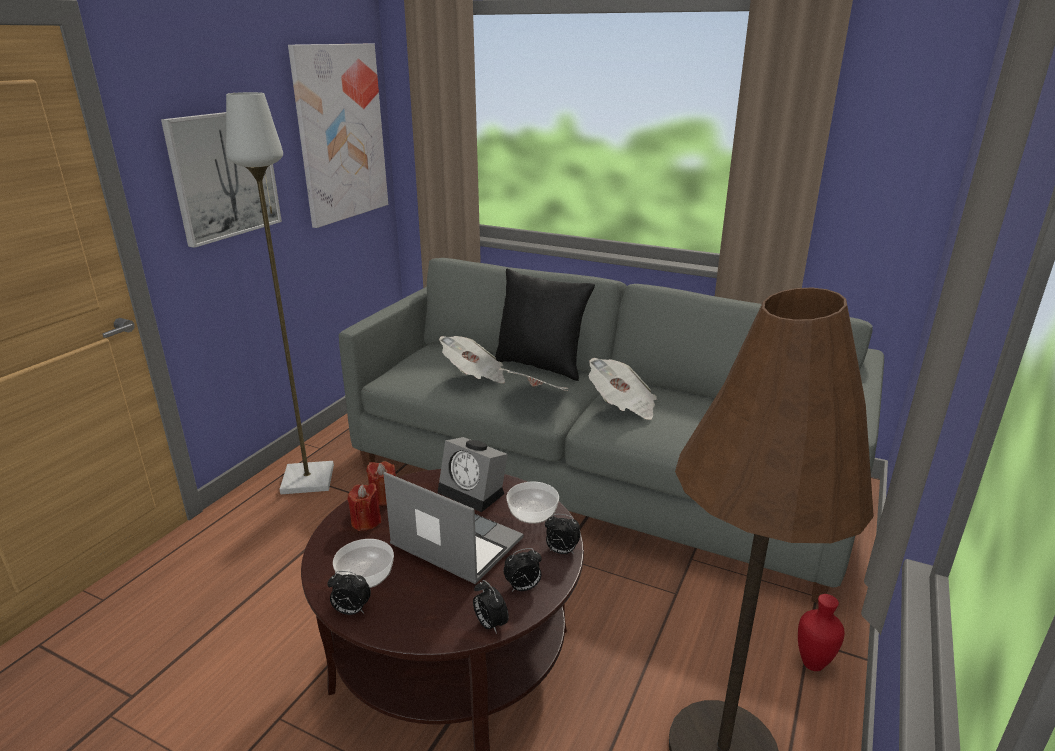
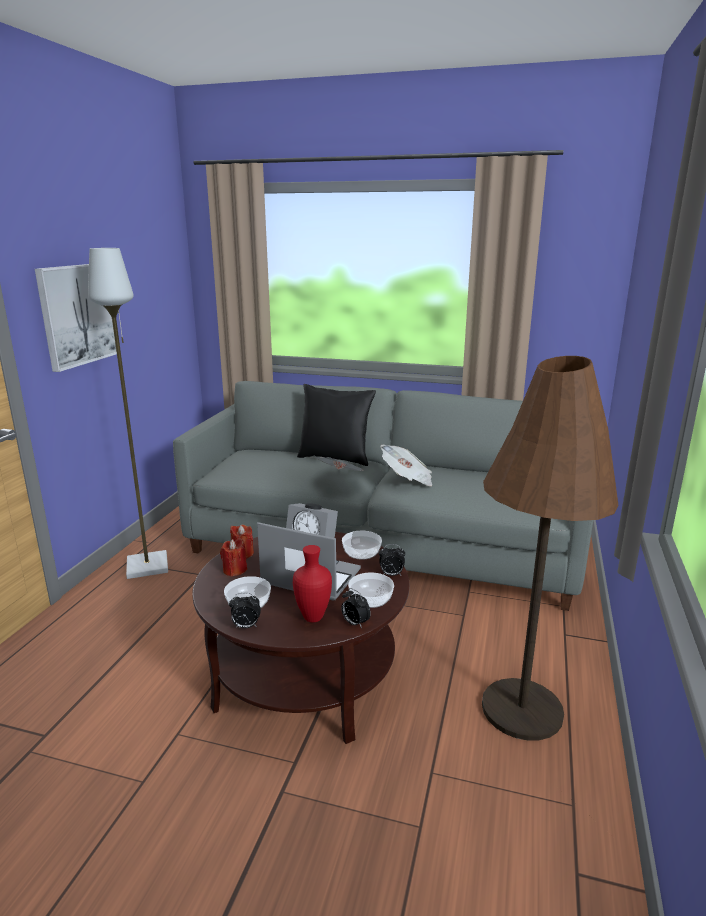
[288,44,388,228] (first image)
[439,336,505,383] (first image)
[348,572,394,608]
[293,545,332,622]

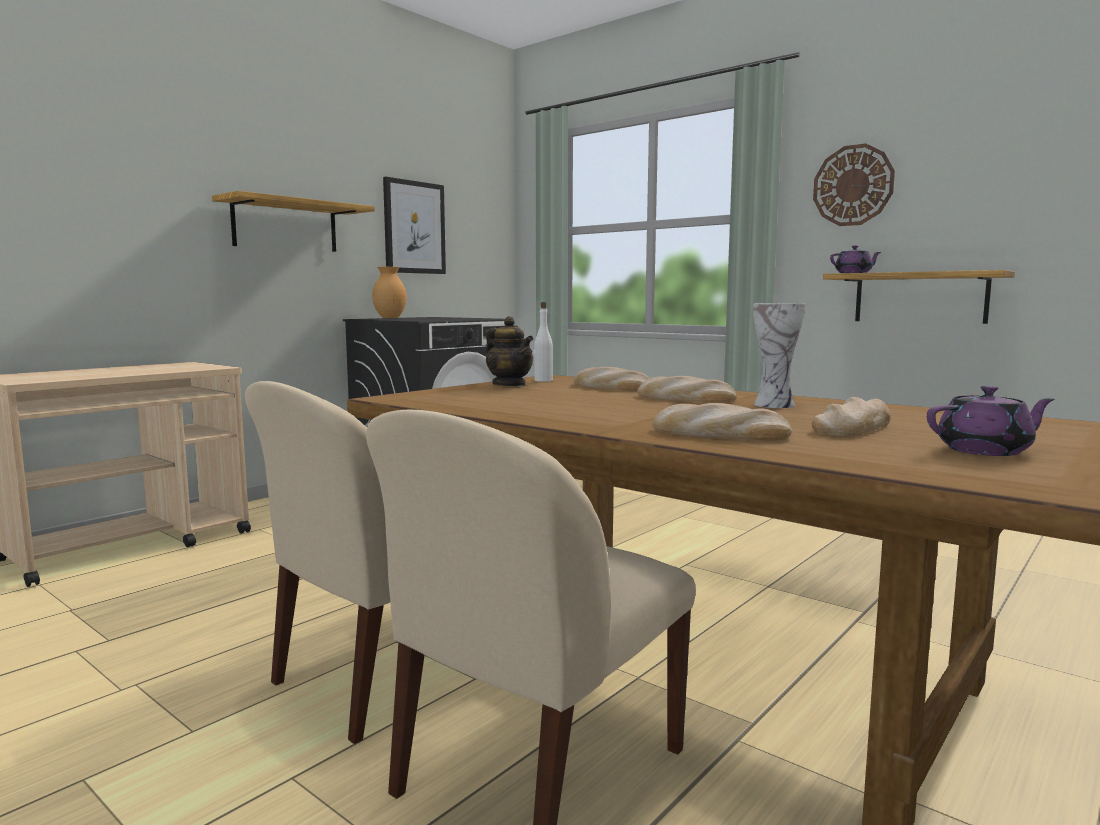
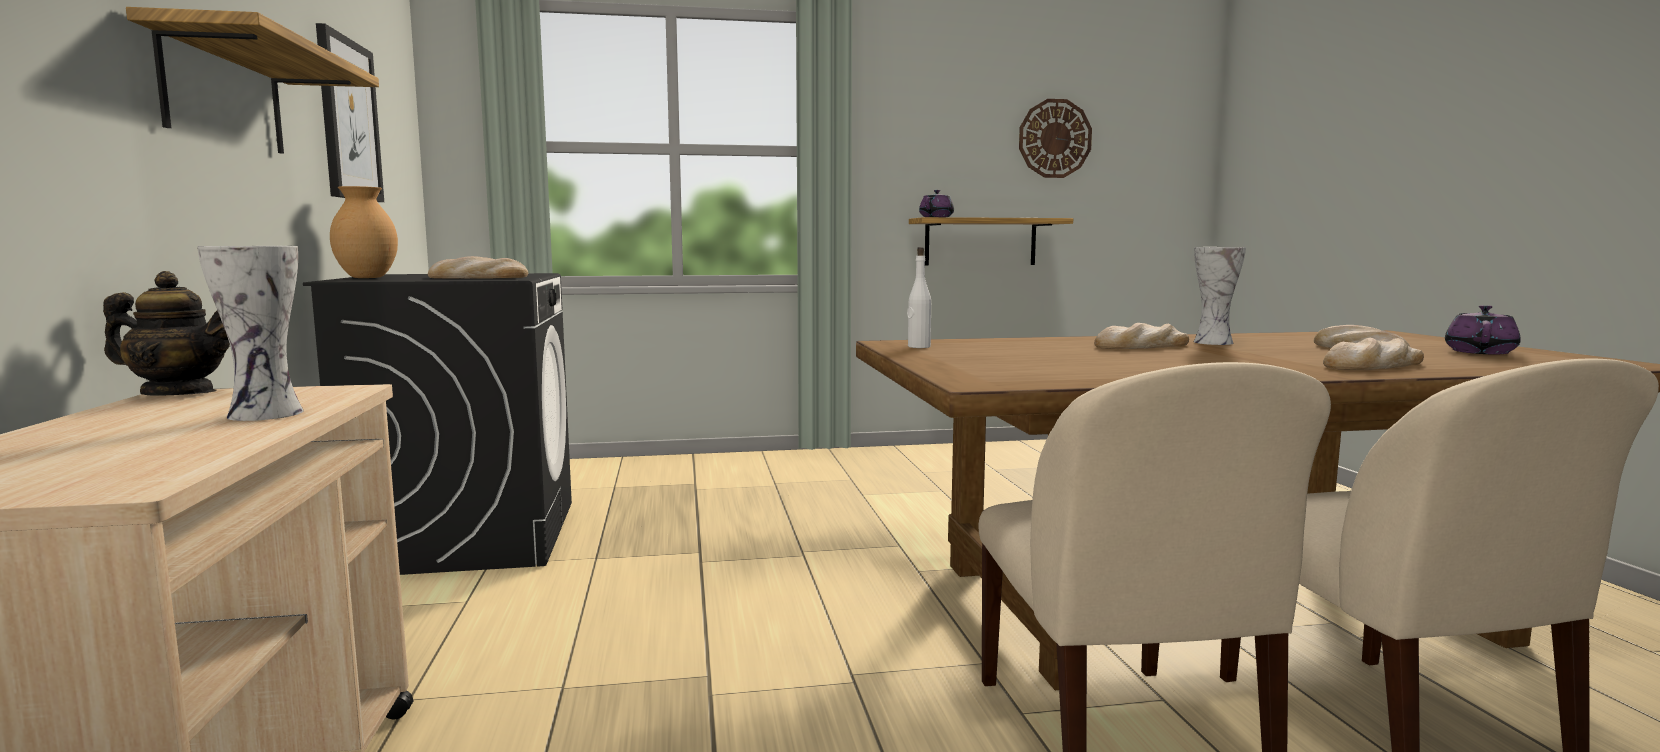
[103,271,230,396]
[428,256,528,279]
[1019,99,1092,178]
[197,246,303,421]

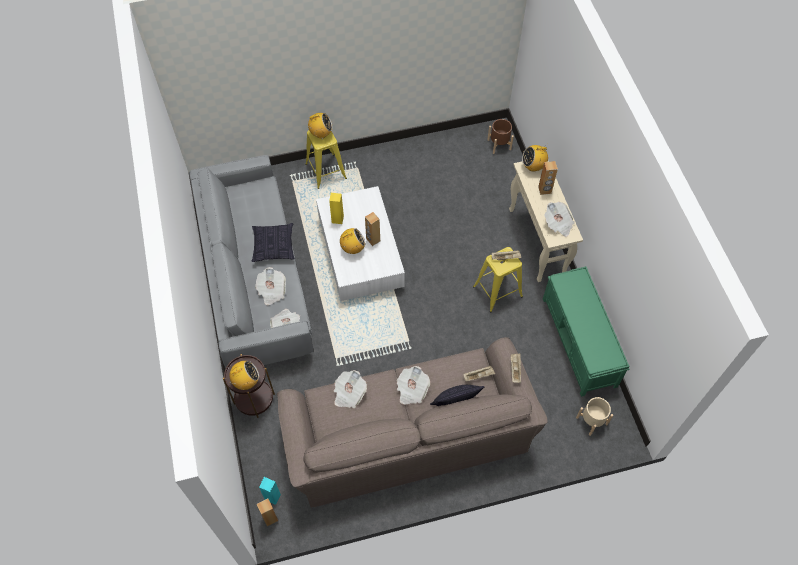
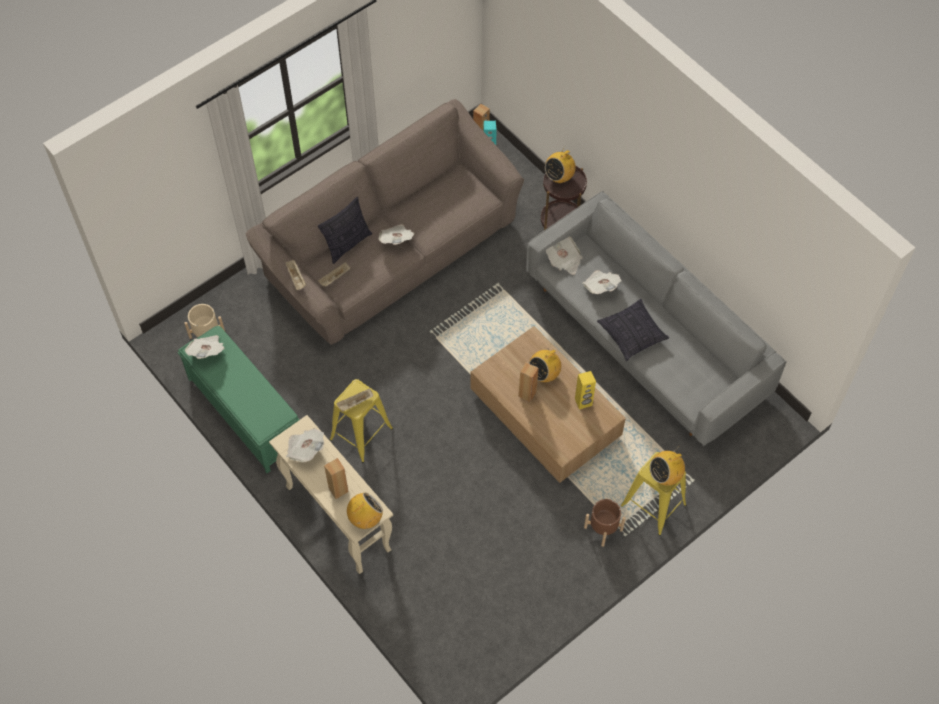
[471,326,626,483]
[185,335,225,359]
[584,498,626,547]

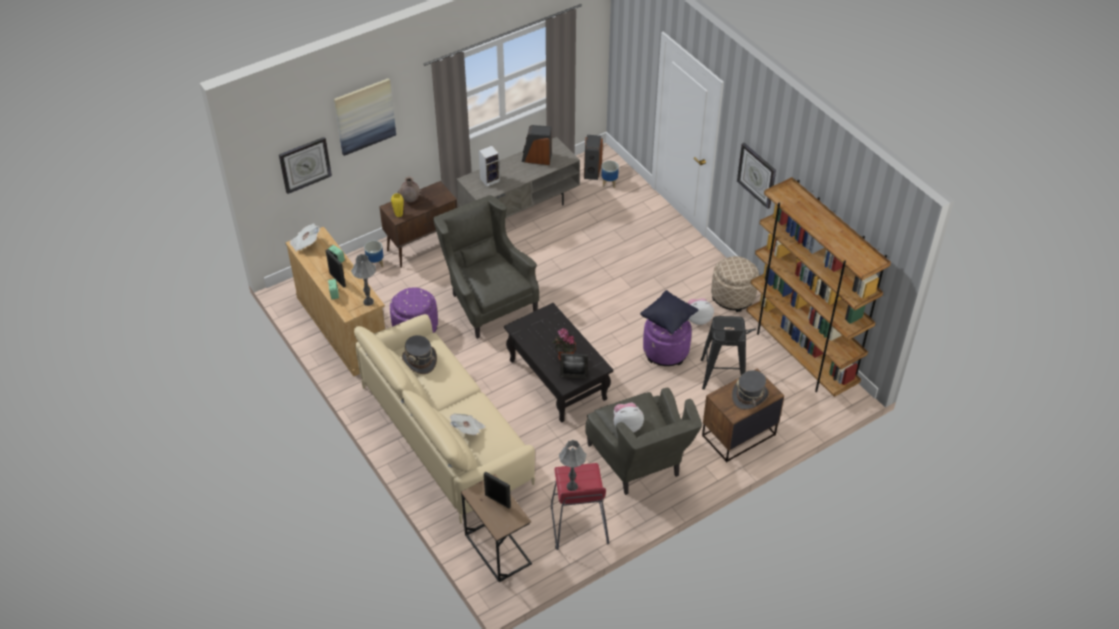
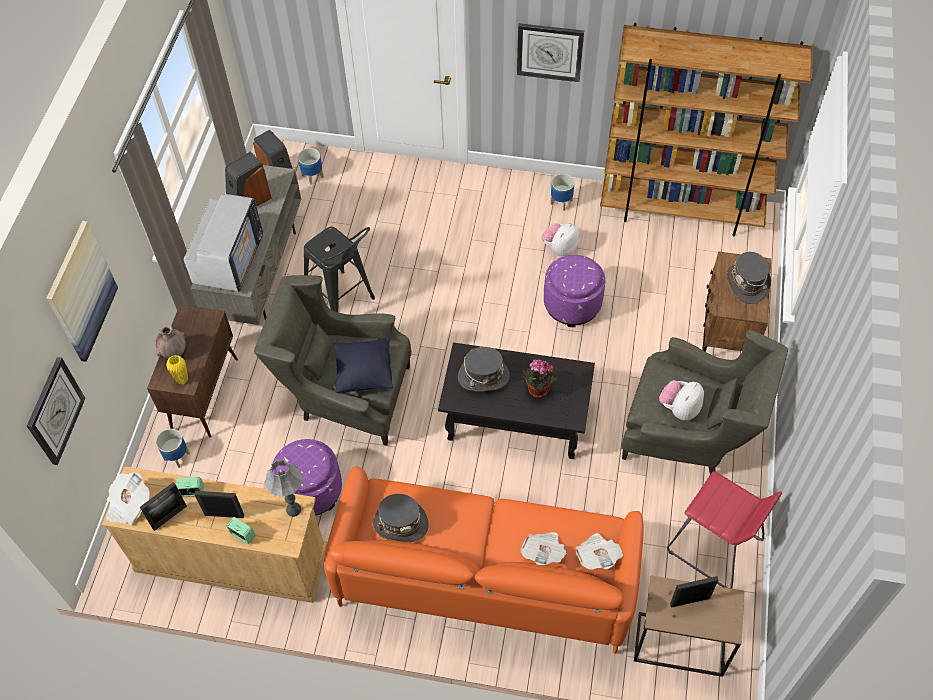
[324,466,644,654]
[184,194,264,292]
[559,440,586,491] (first image)
[140,482,187,531]
[333,338,393,393]
[304,226,375,312]
[550,174,574,211]
[458,347,510,391]
[575,533,623,570]

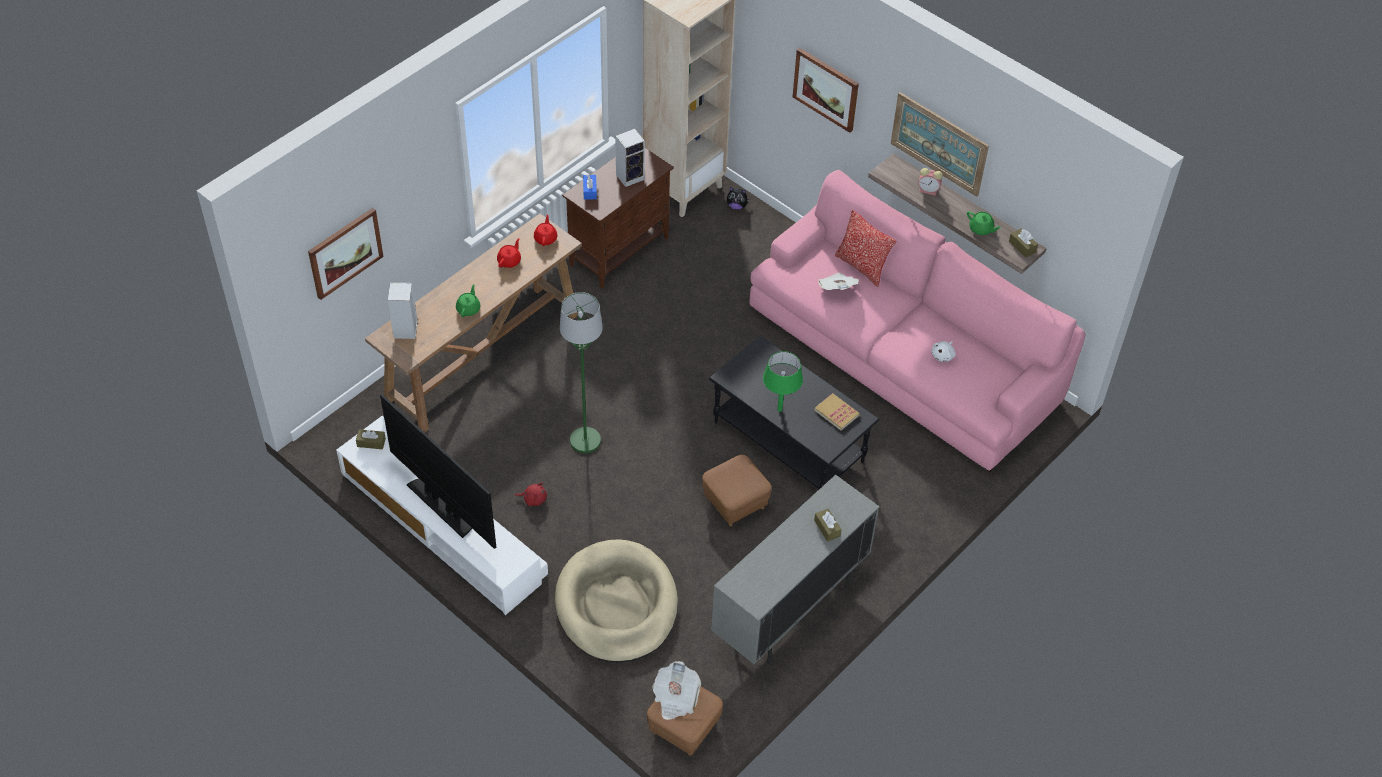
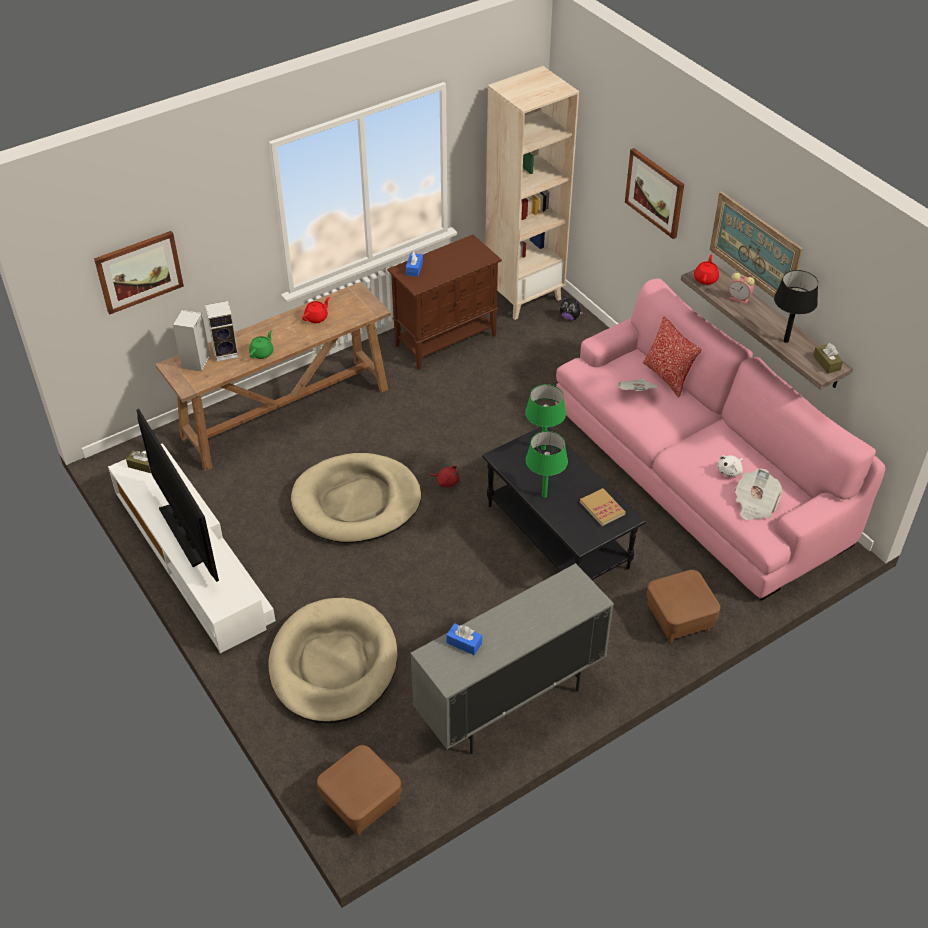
[429,466,459,487]
[694,255,719,285]
[291,453,421,543]
[205,301,239,362]
[735,469,783,520]
[647,570,720,643]
[814,509,842,542] (first image)
[774,270,818,343]
[446,623,482,655]
[525,384,566,450]

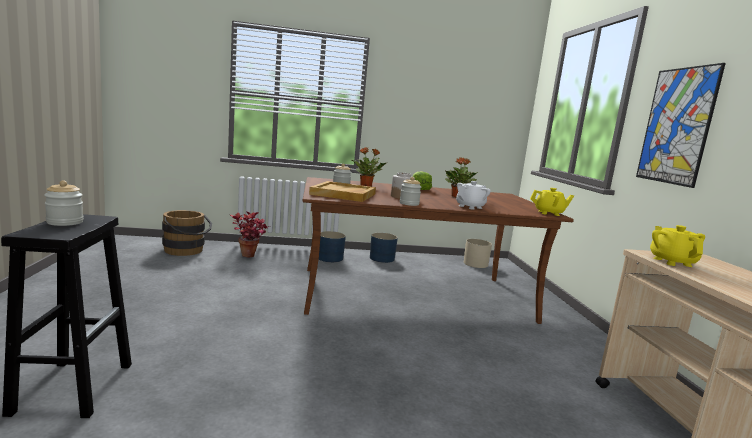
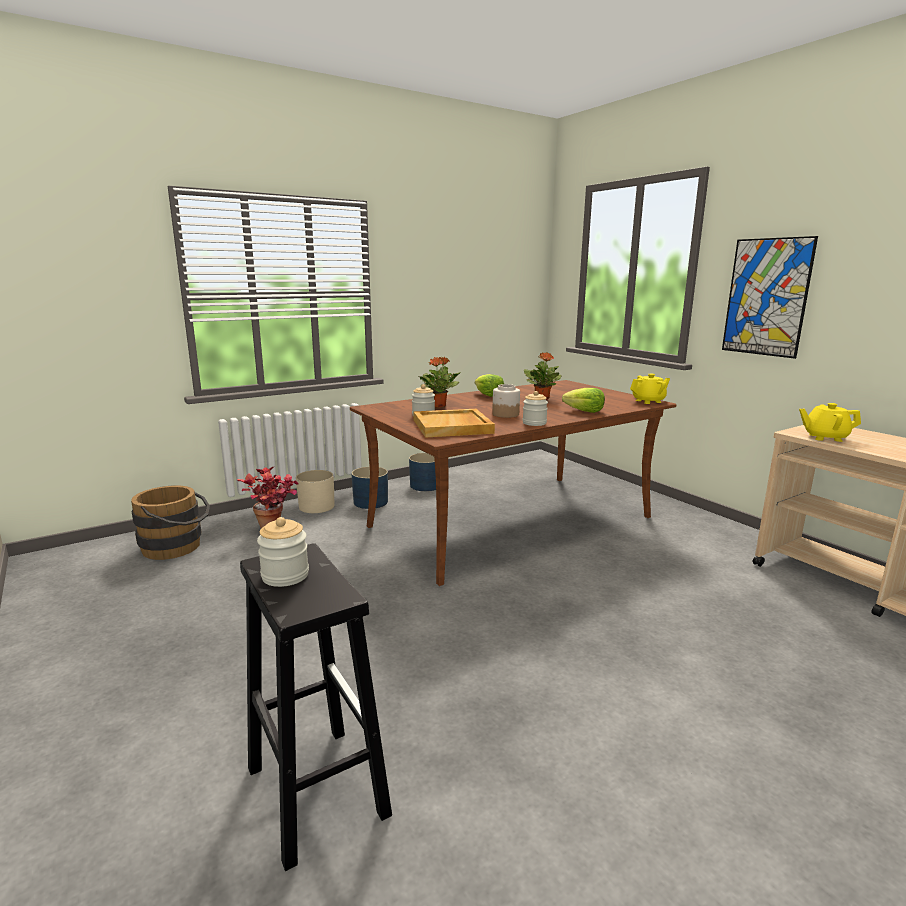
[562,388,605,413]
[296,470,335,513]
[799,403,861,442]

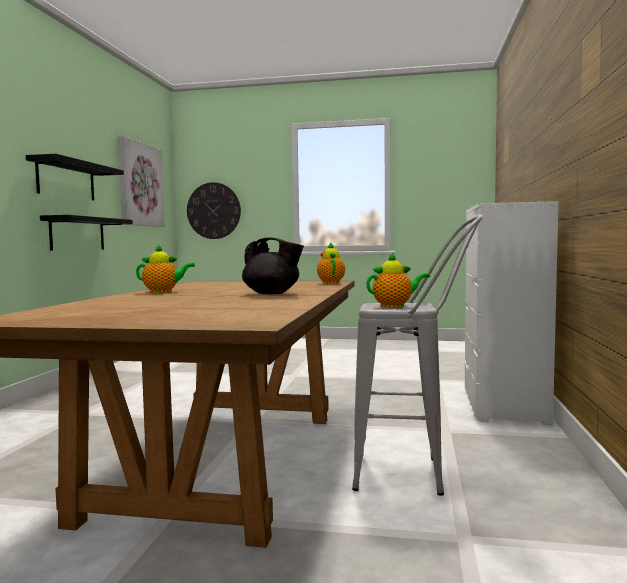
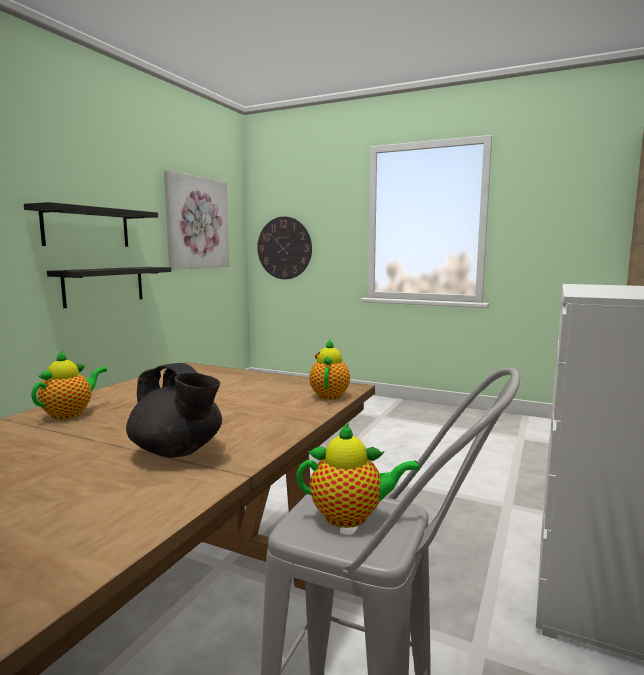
[31,350,107,420]

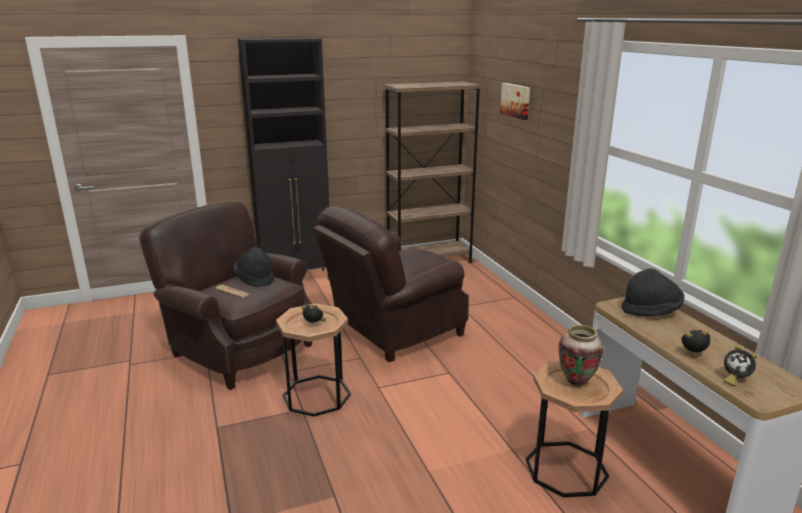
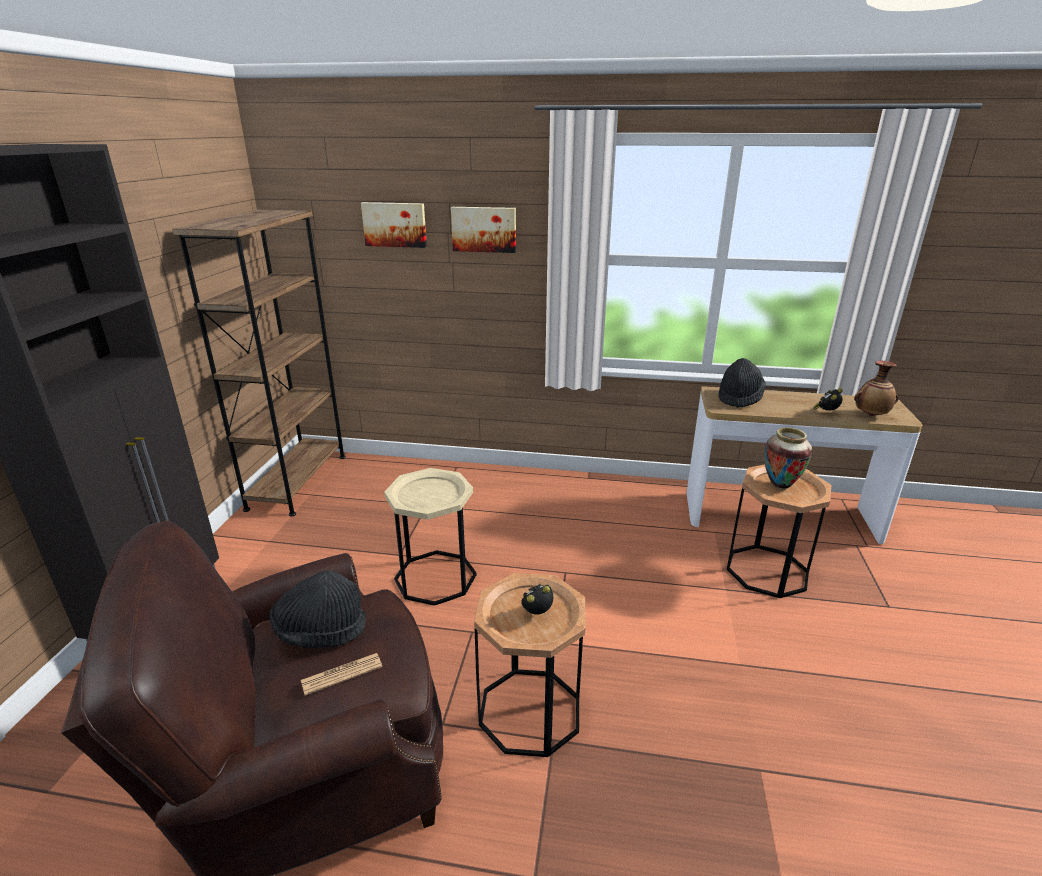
[384,468,477,606]
[854,361,898,416]
[451,207,516,253]

